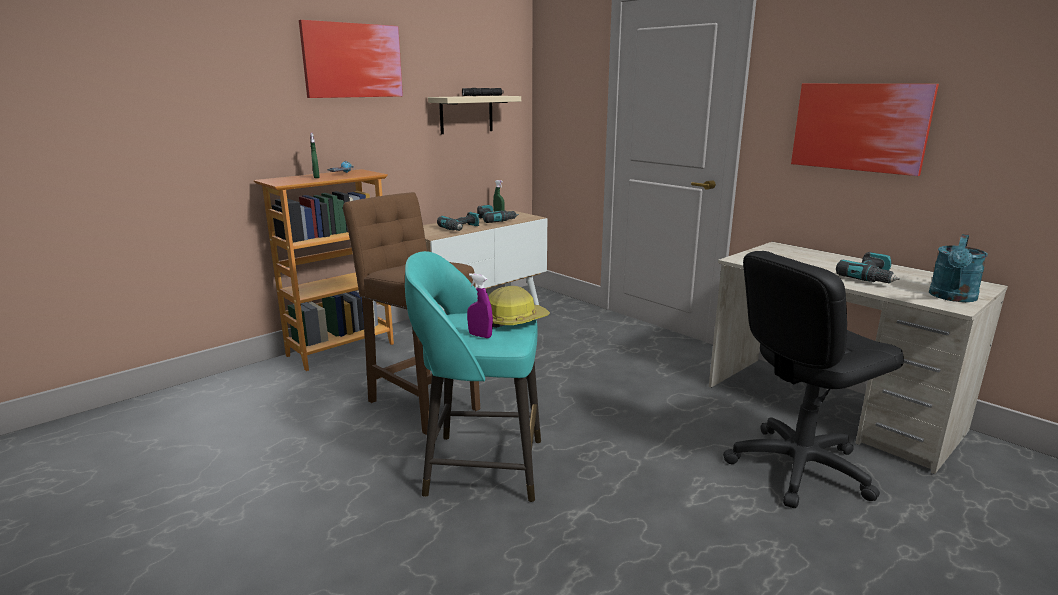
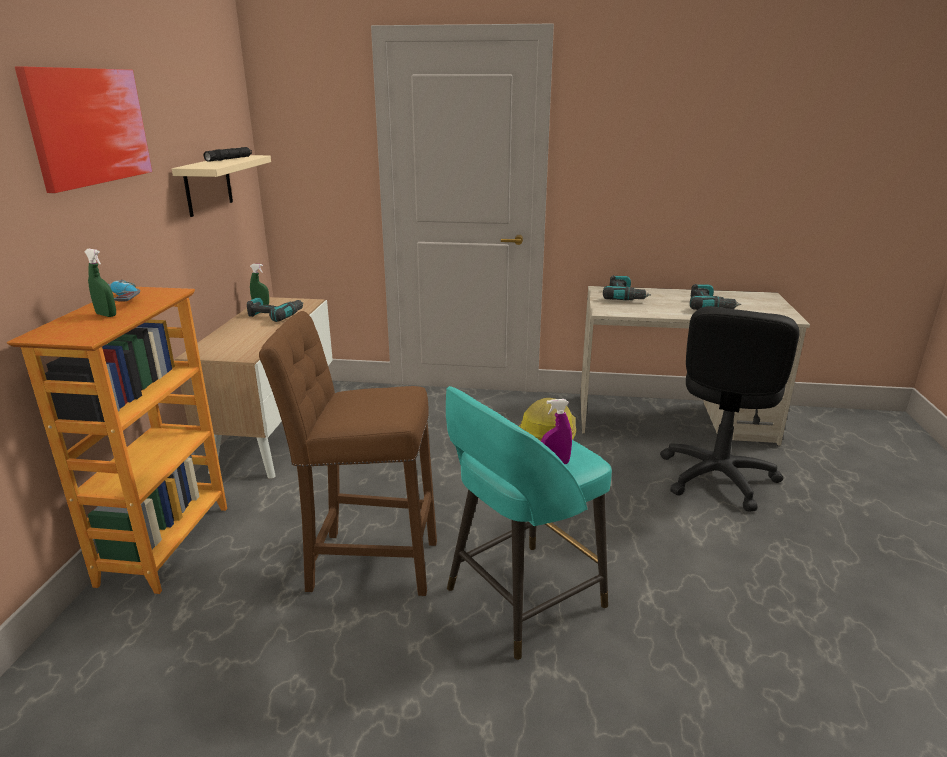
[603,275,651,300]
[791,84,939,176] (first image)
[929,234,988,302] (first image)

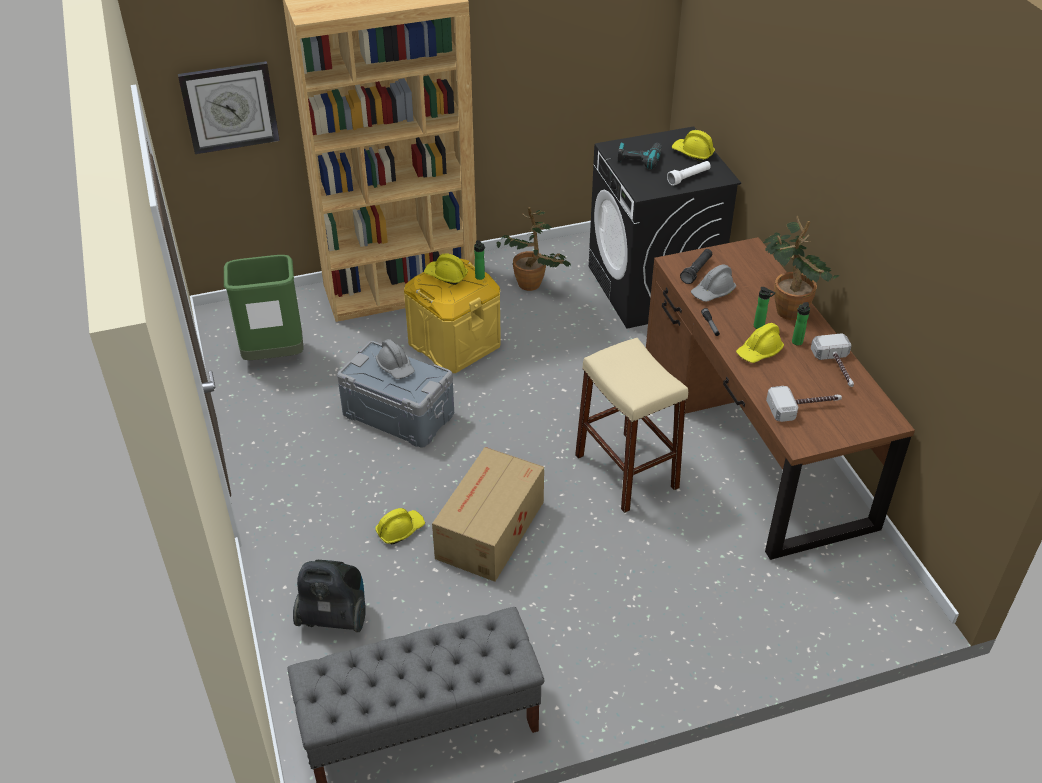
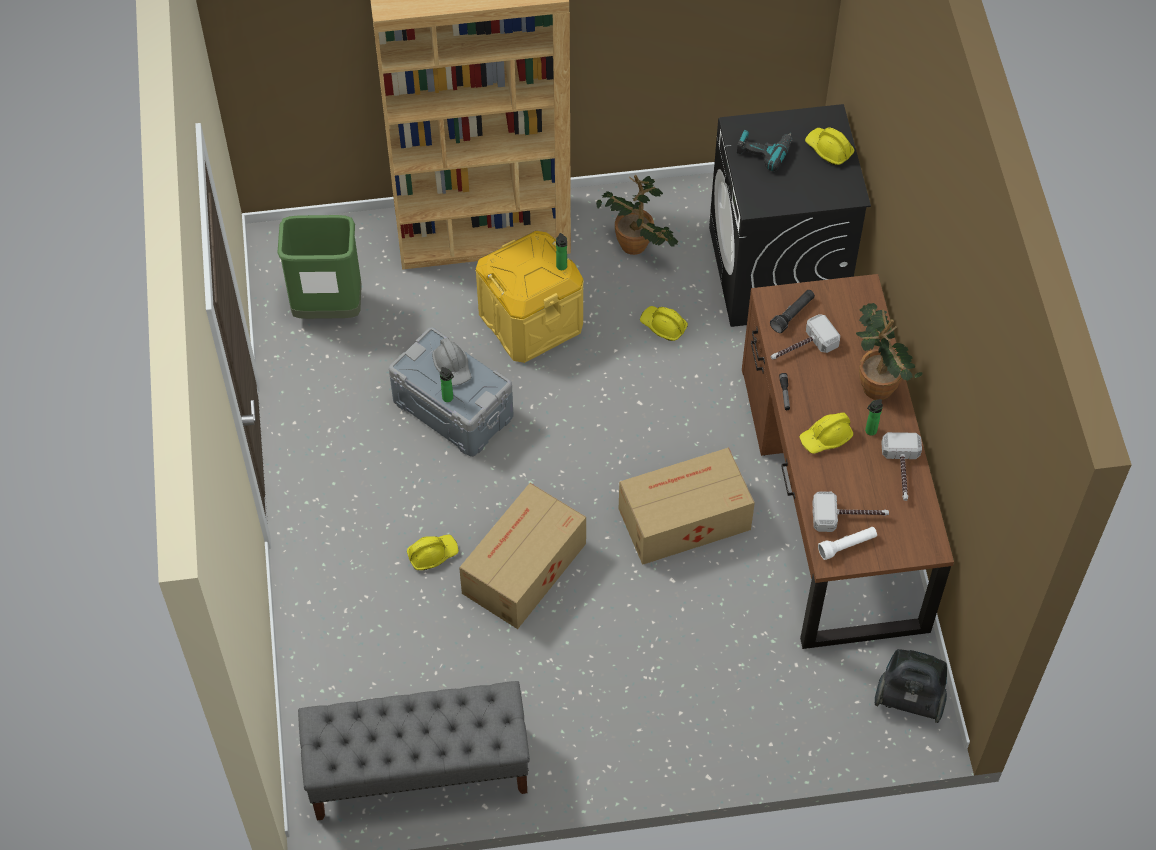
[178,61,280,154] (first image)
[875,649,947,723]
[640,306,688,341]
[619,447,755,565]
[818,527,877,560]
[771,314,840,360]
[440,367,454,402]

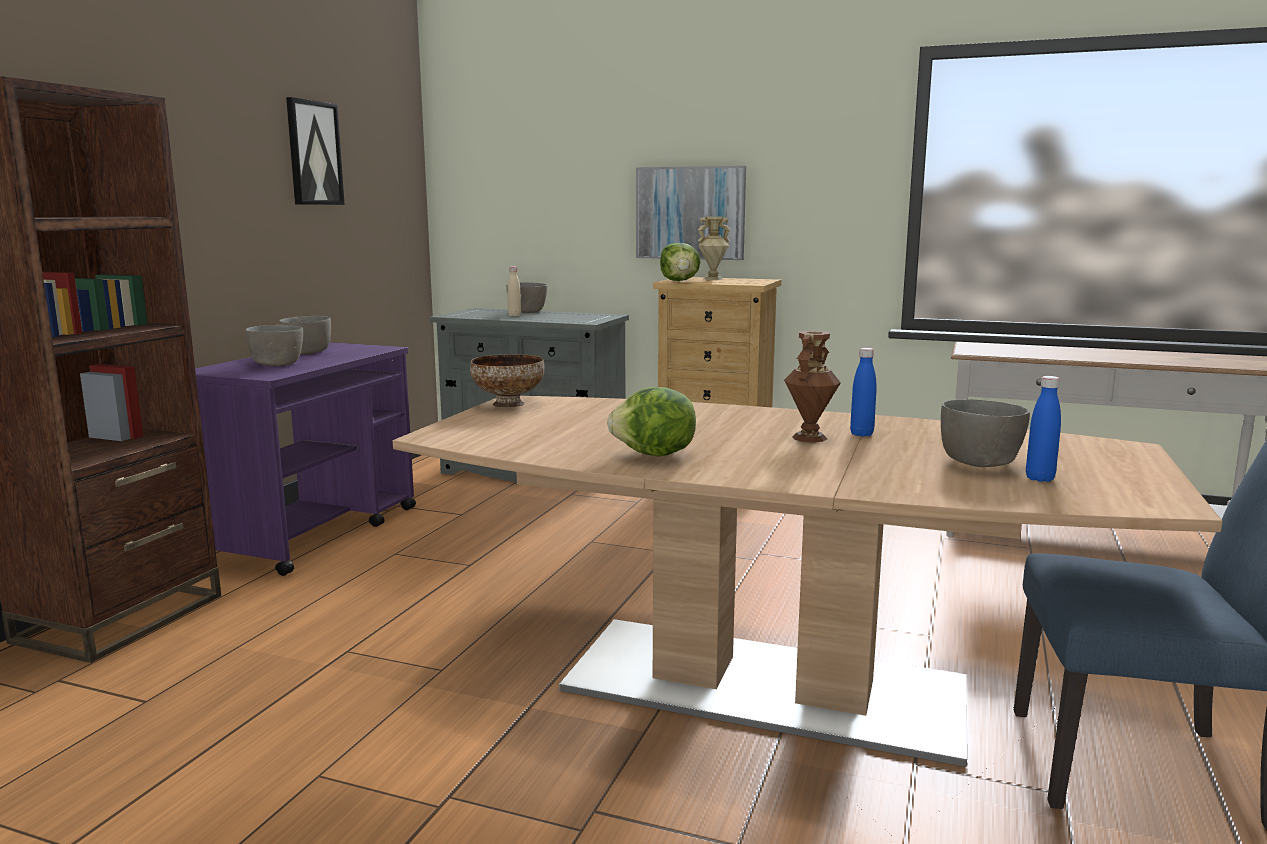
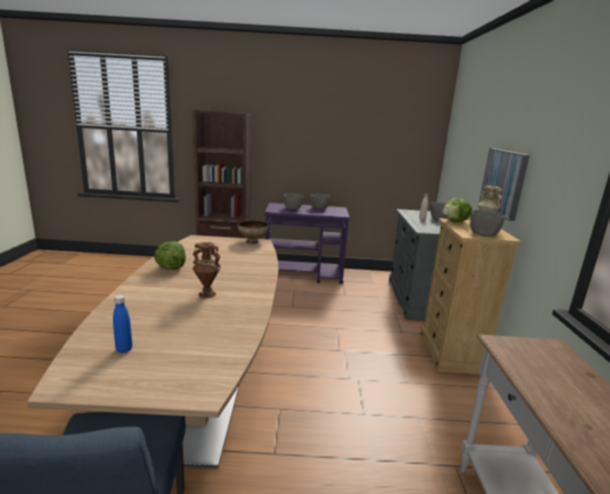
[286,97,345,205] (first image)
[850,348,877,437] (first image)
[470,210,505,236]

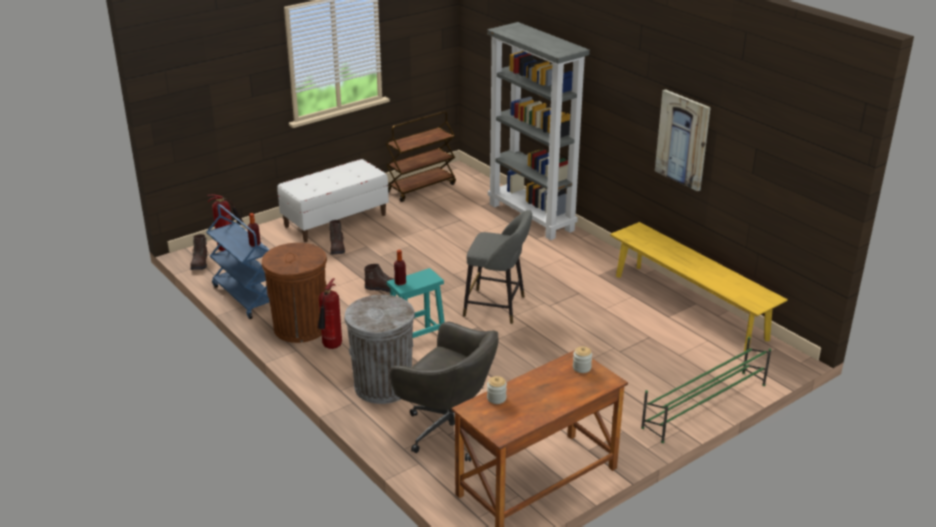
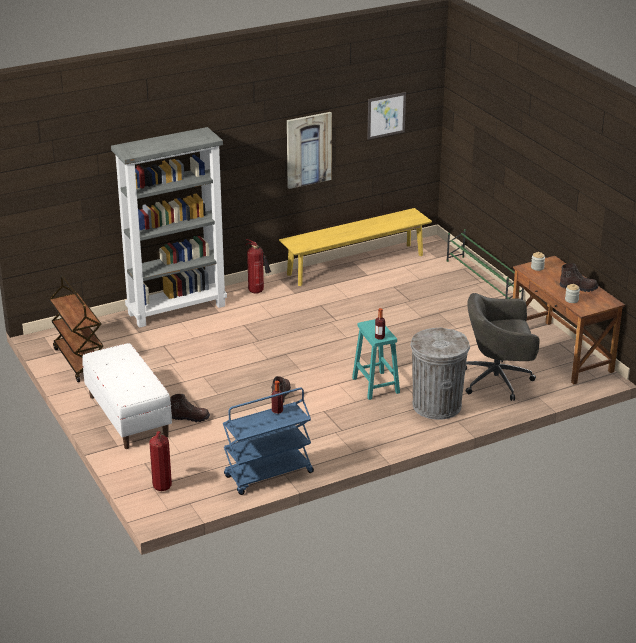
[560,263,598,292]
[262,243,327,343] (first image)
[246,239,271,294]
[465,293,540,401]
[463,210,532,324] (first image)
[367,92,406,140]

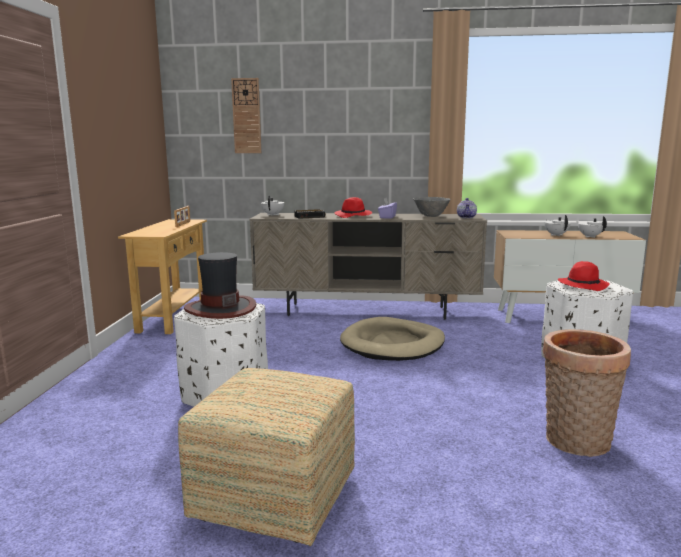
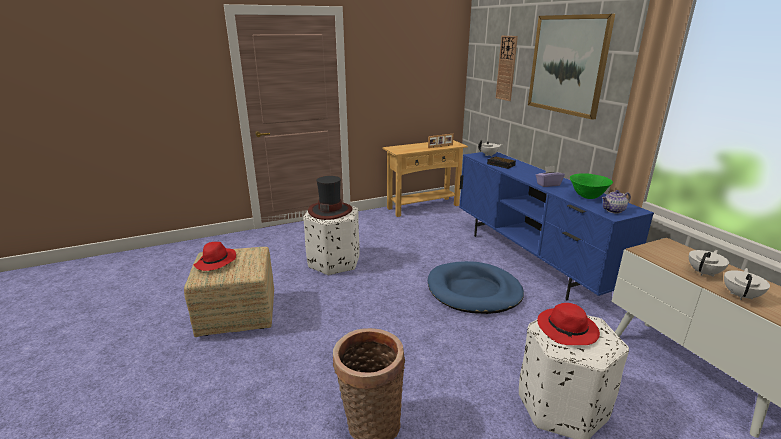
[459,152,654,300]
[194,242,236,271]
[428,261,524,314]
[570,173,613,199]
[528,14,615,120]

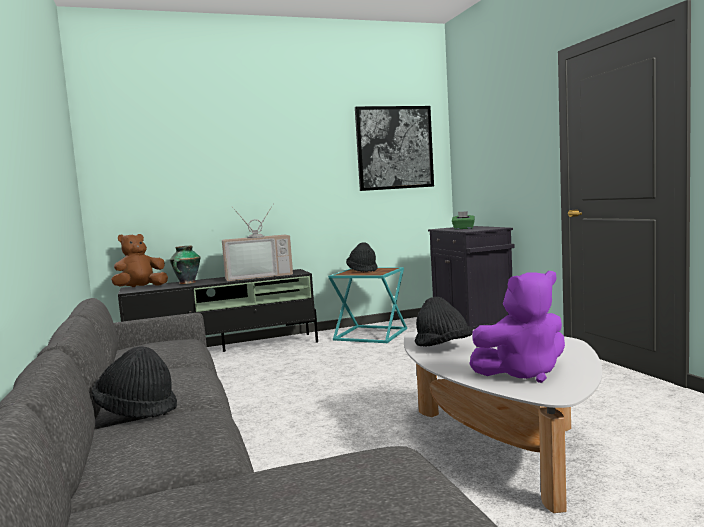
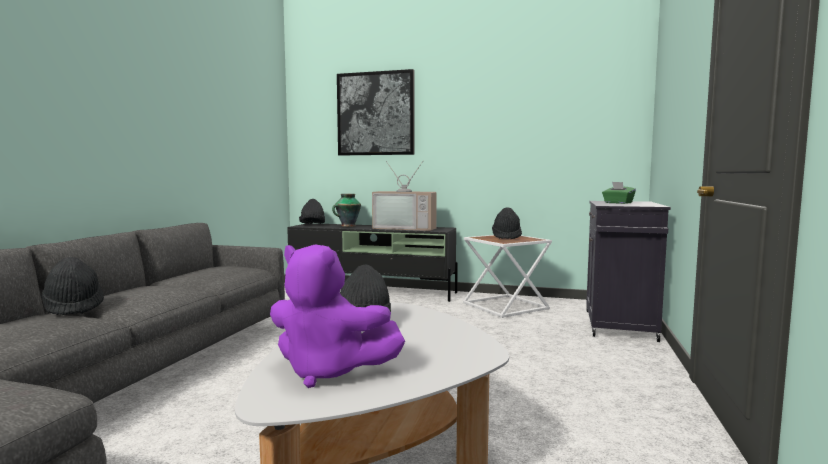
[299,199,325,224]
[463,235,552,318]
[337,69,415,155]

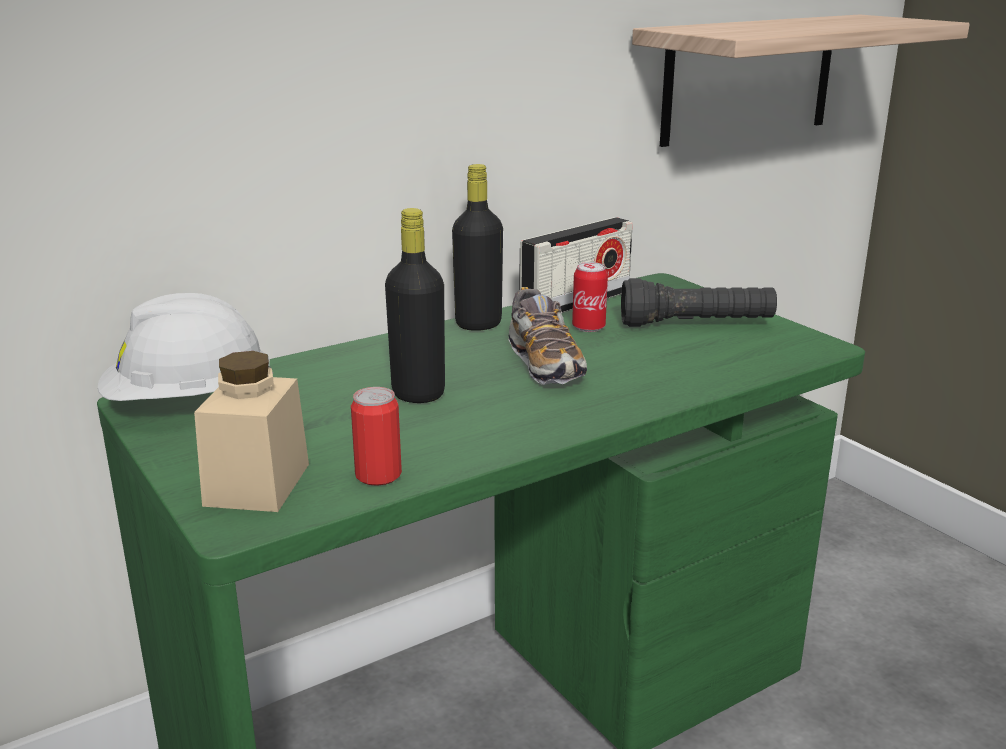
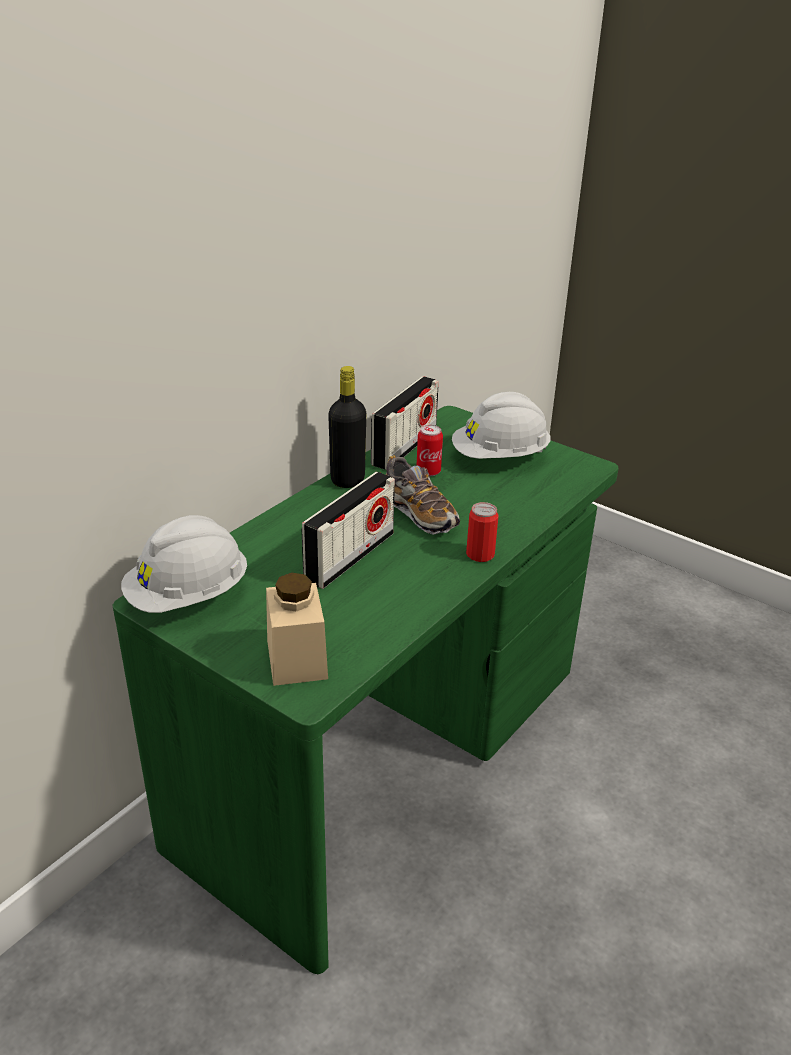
[466,502,499,562]
[301,472,395,589]
[452,392,551,459]
[632,15,970,147] (first image)

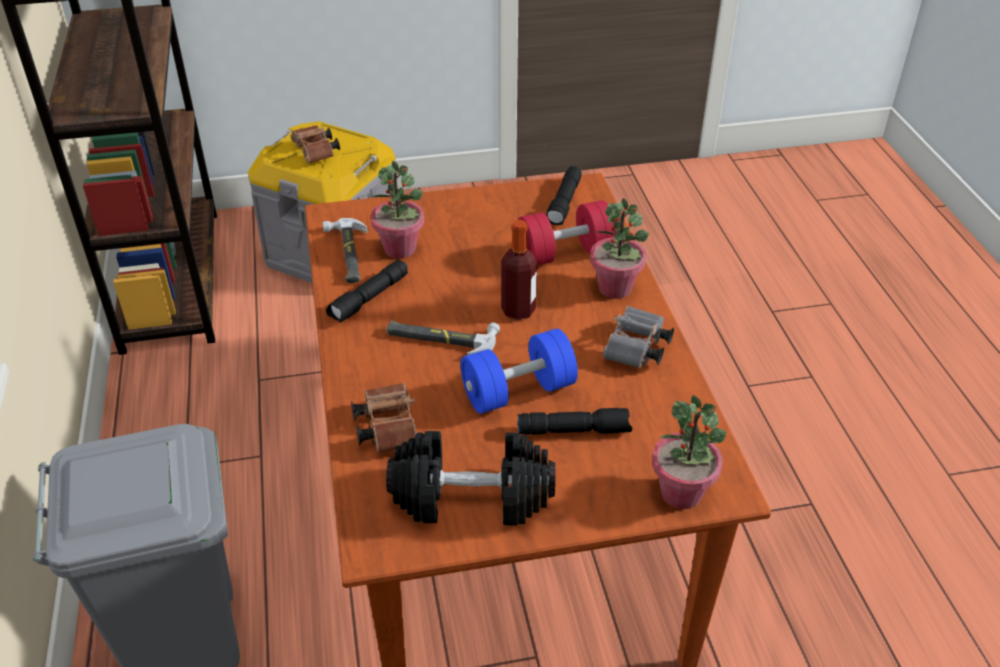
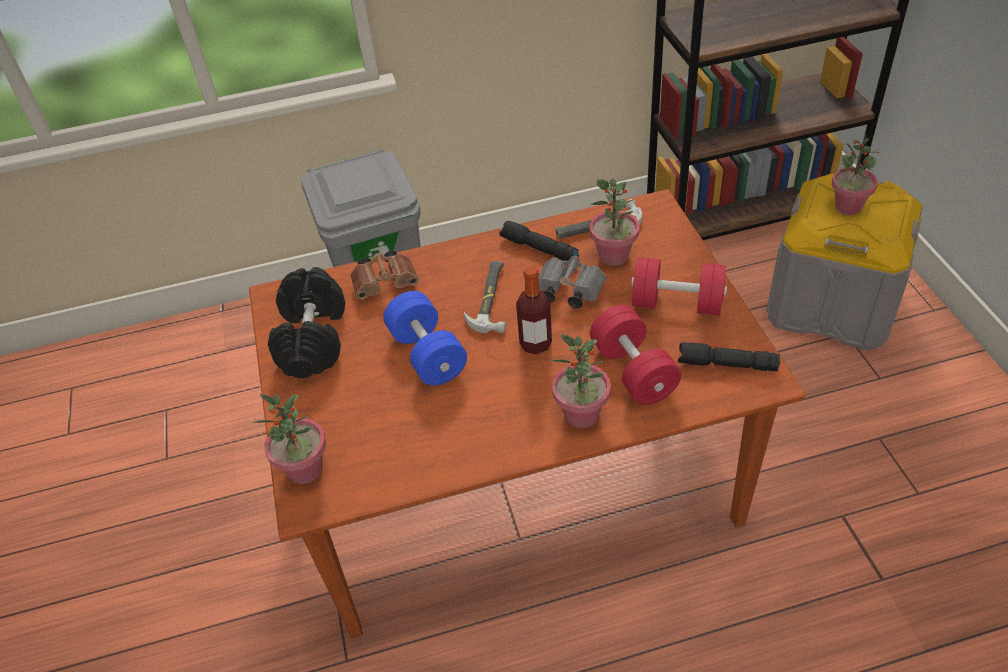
[832,134,879,215]
[517,408,632,435] (first image)
[538,256,606,309]
[631,257,727,315]

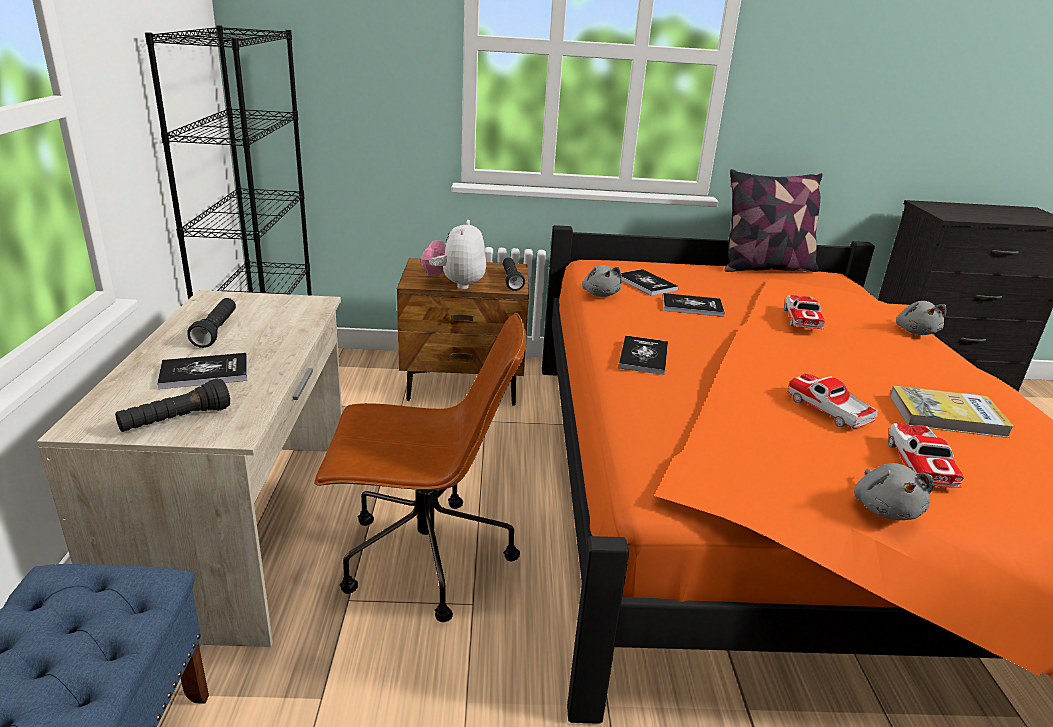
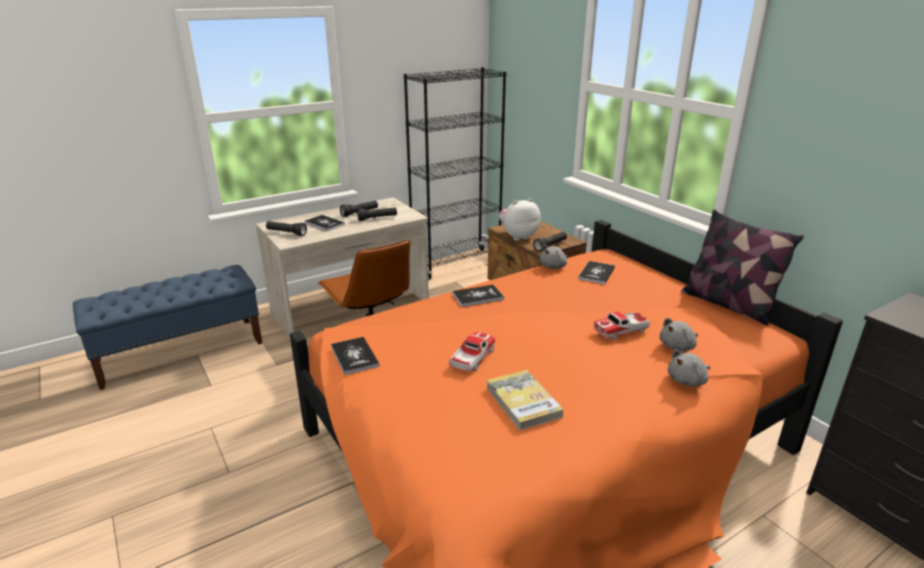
[331,337,380,375]
[660,318,698,351]
[888,423,964,488] (first image)
[357,207,397,221]

